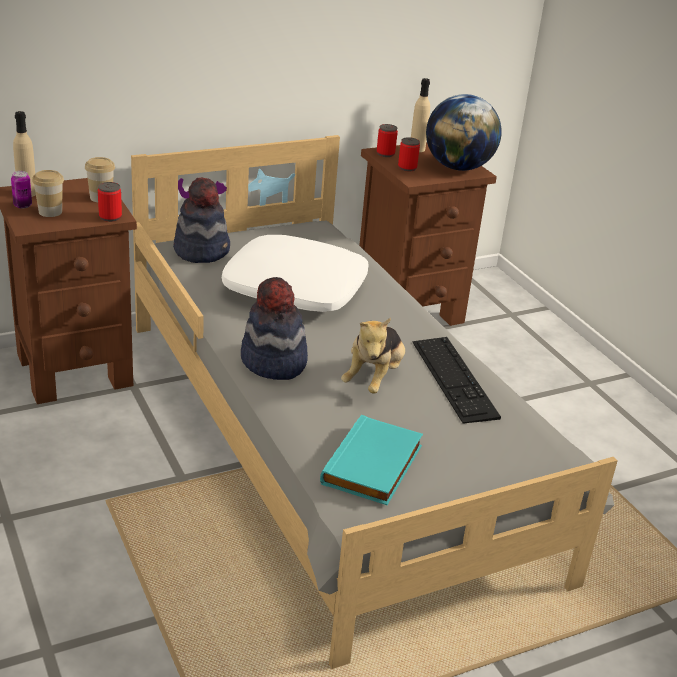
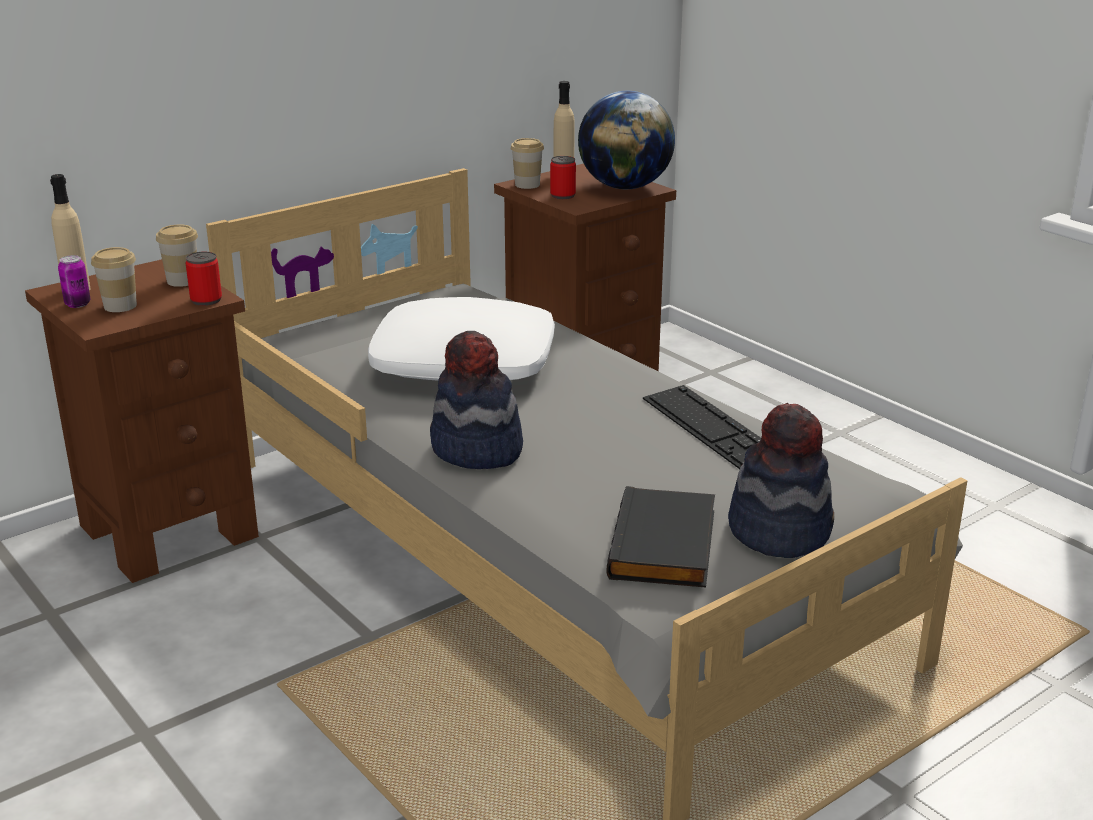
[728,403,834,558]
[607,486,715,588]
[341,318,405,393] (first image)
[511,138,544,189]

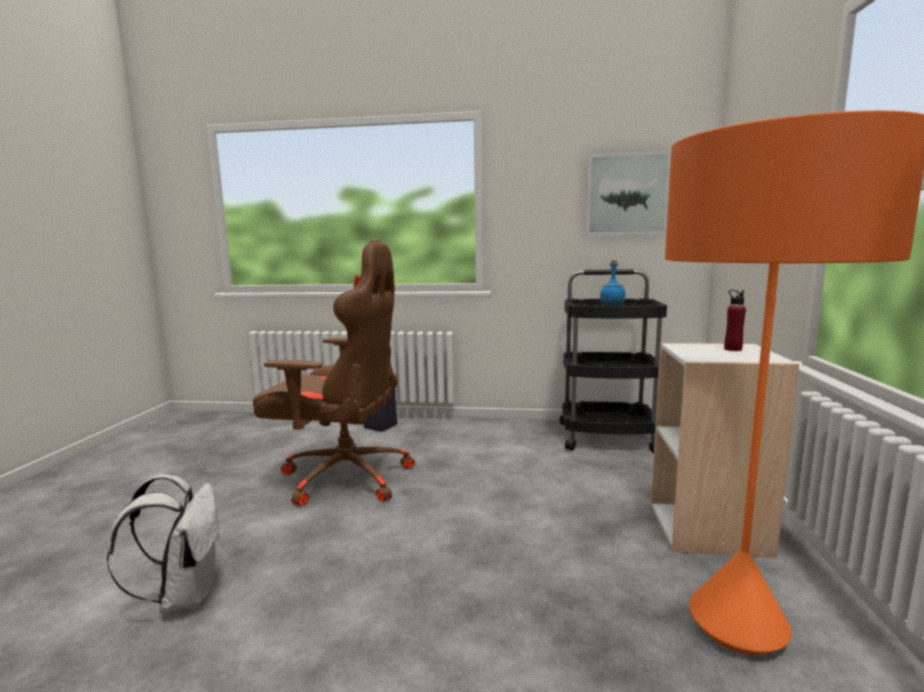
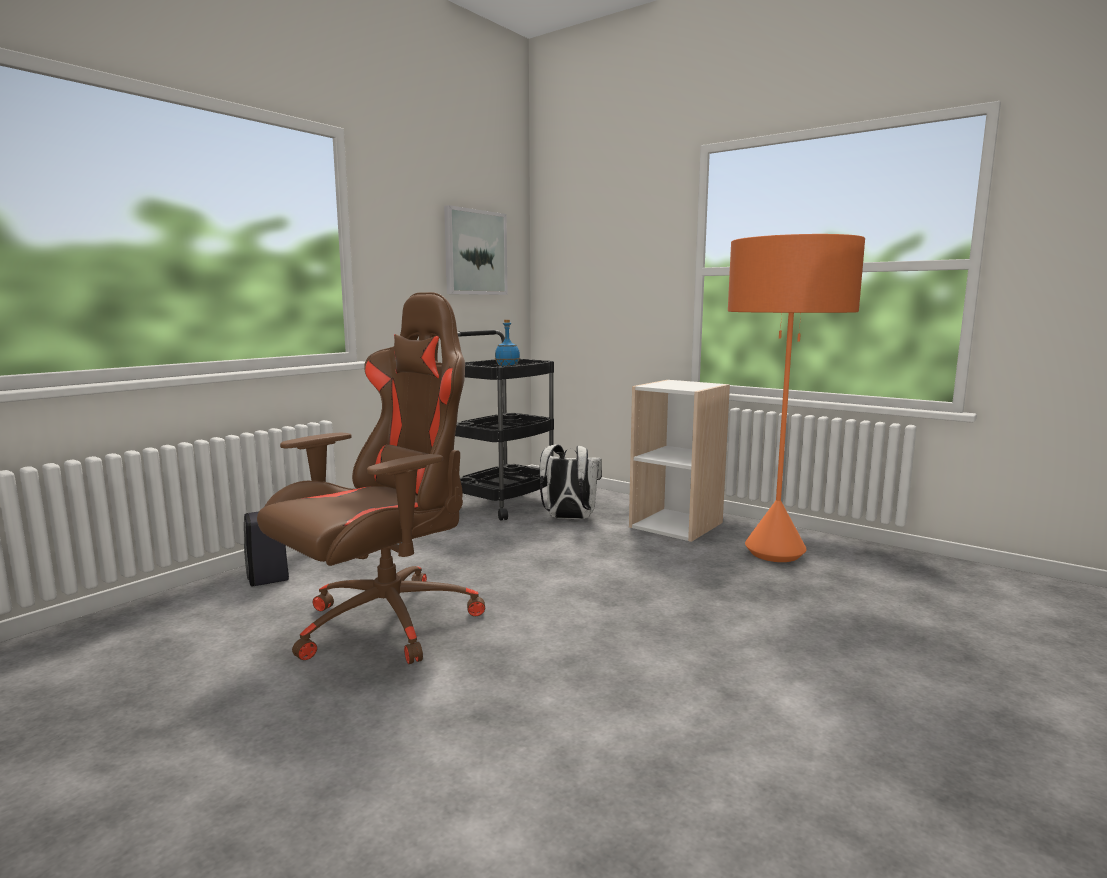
[539,444,602,519]
[724,290,746,351] (first image)

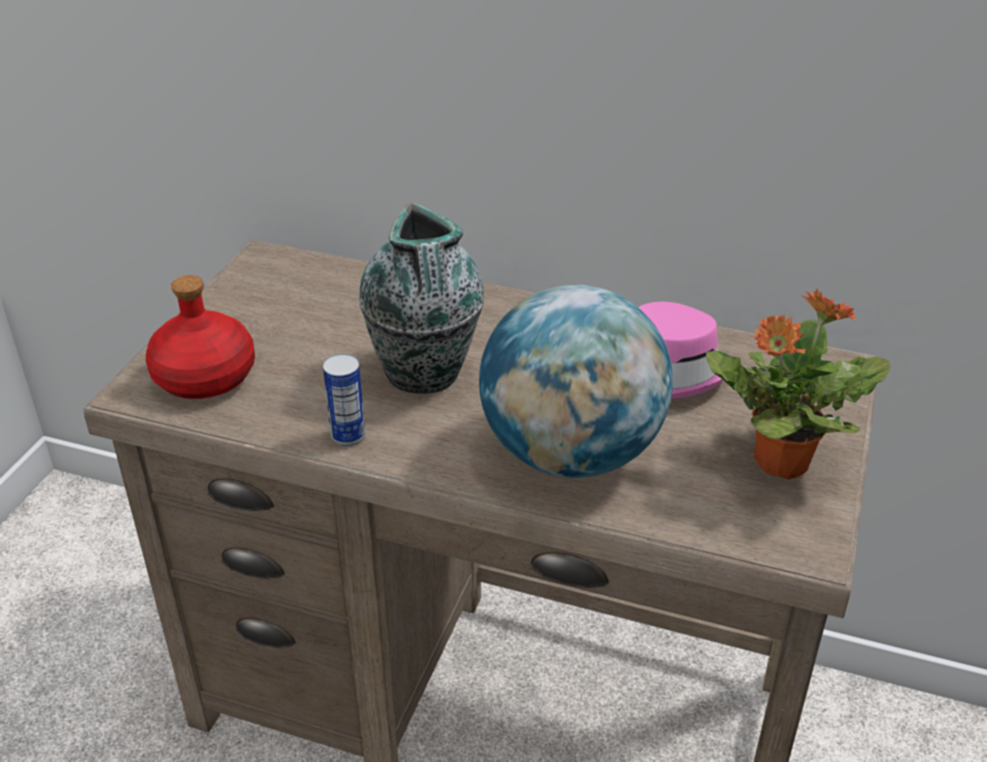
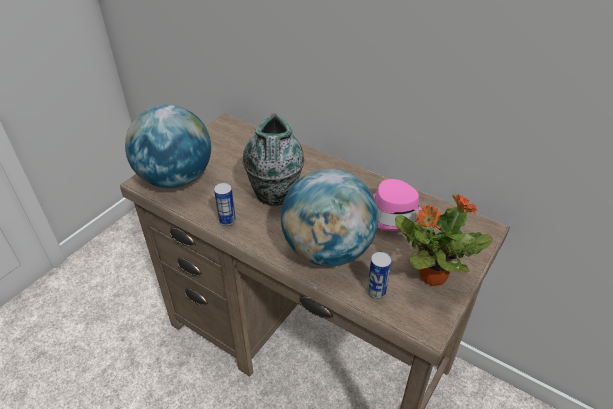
[125,105,211,188]
[367,252,391,299]

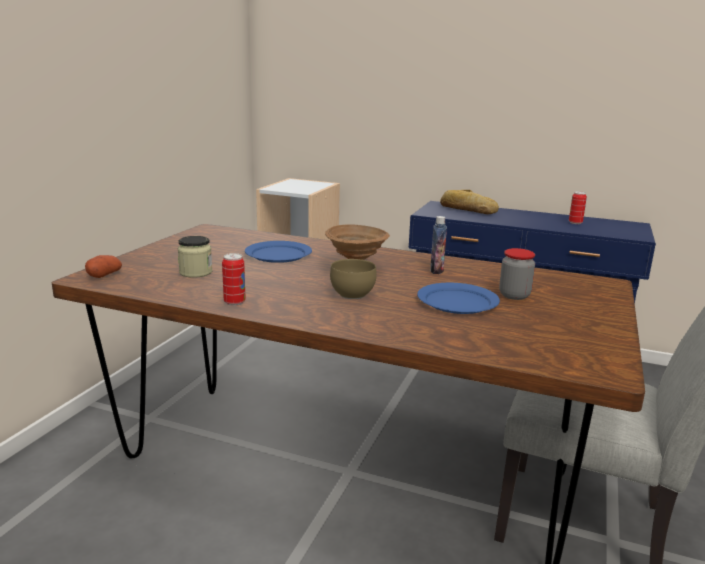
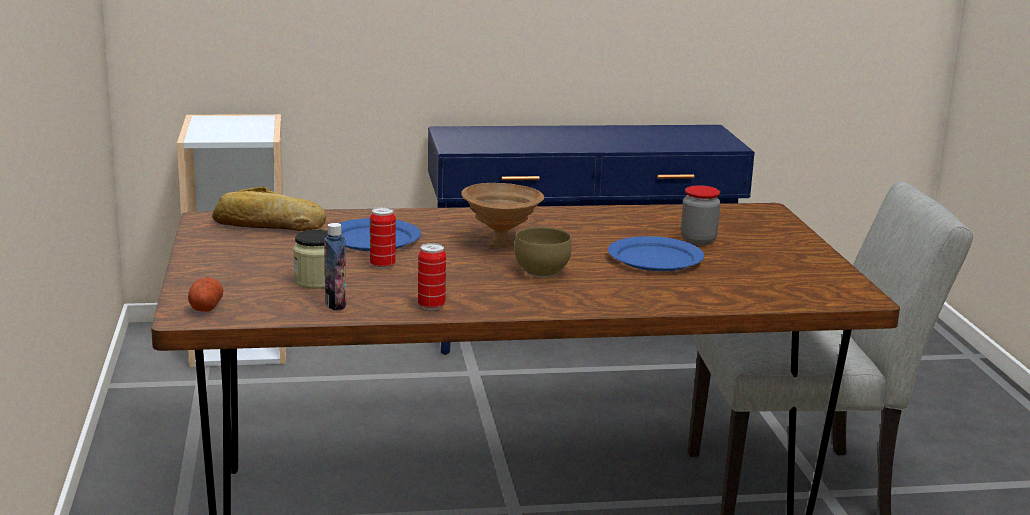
[324,223,346,310]
[212,187,326,231]
[370,207,396,269]

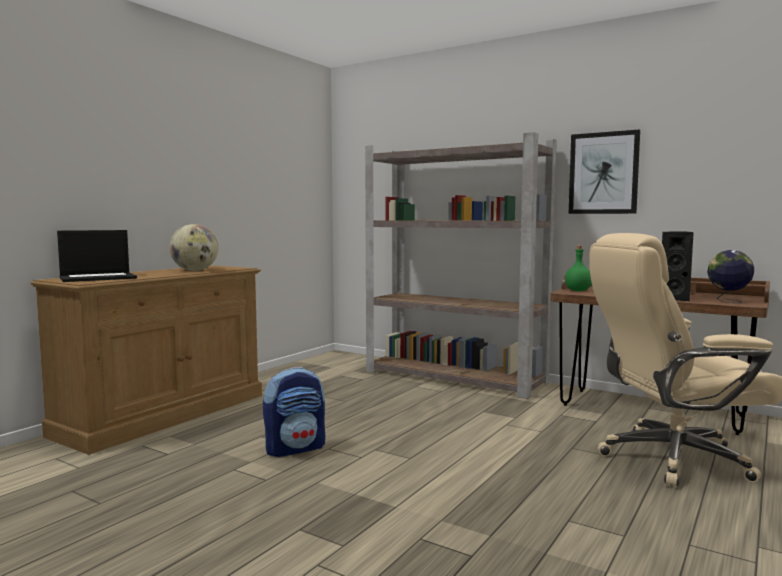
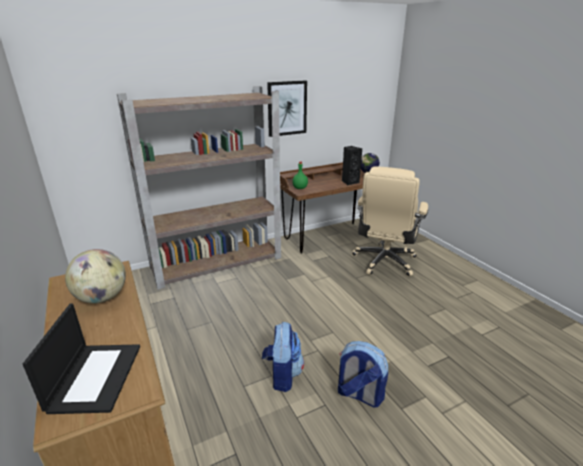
[338,341,388,408]

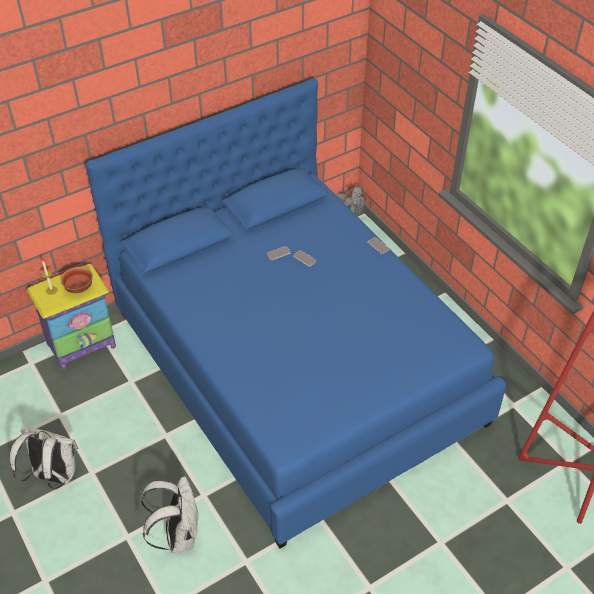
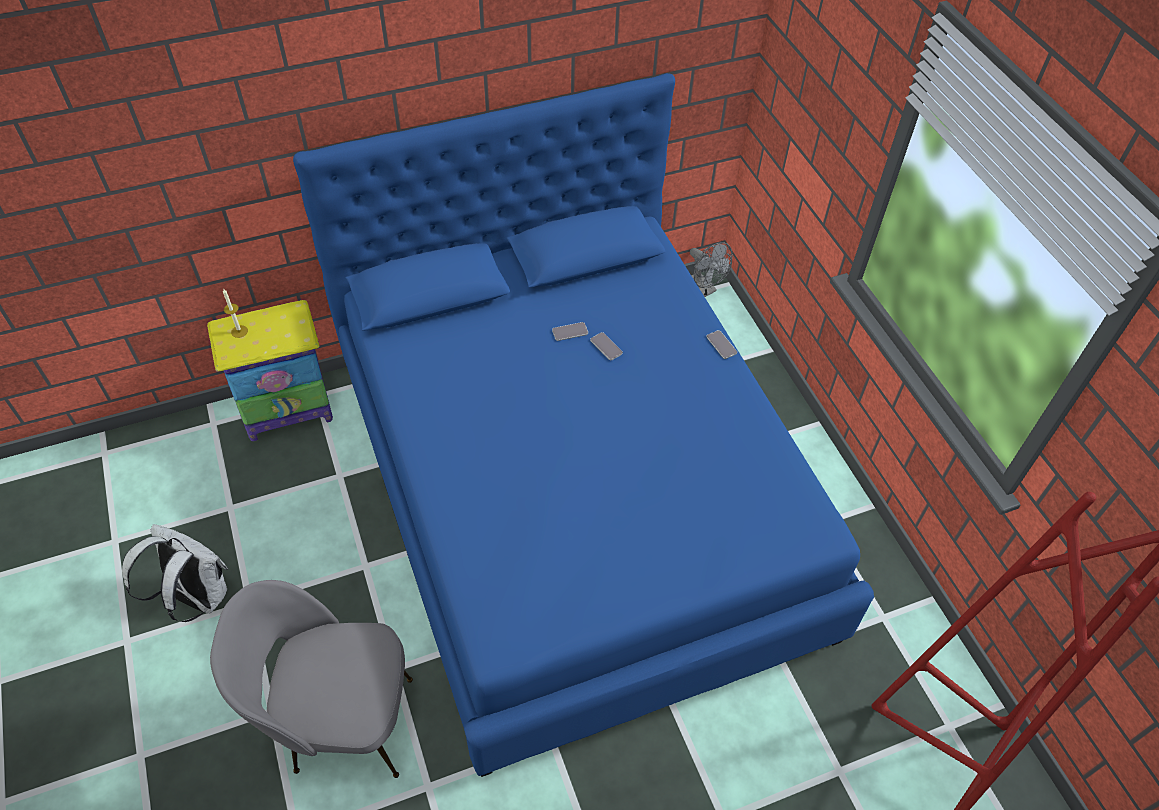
[61,267,93,293] (first image)
[210,580,413,778]

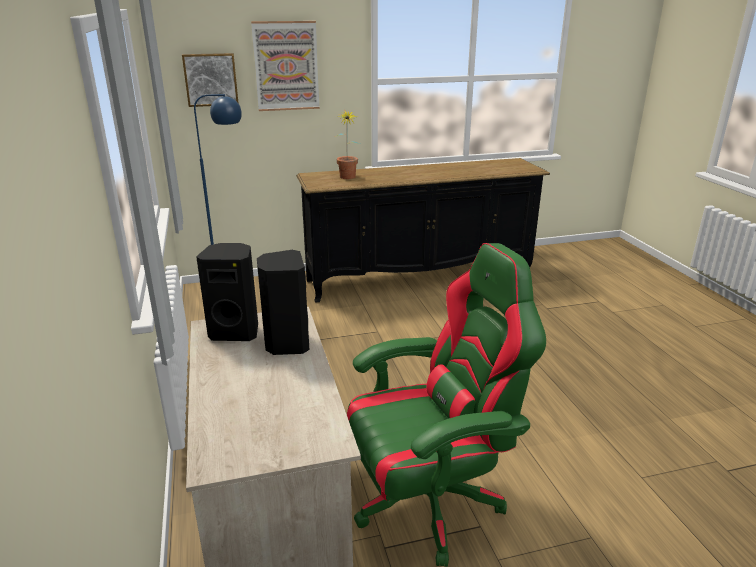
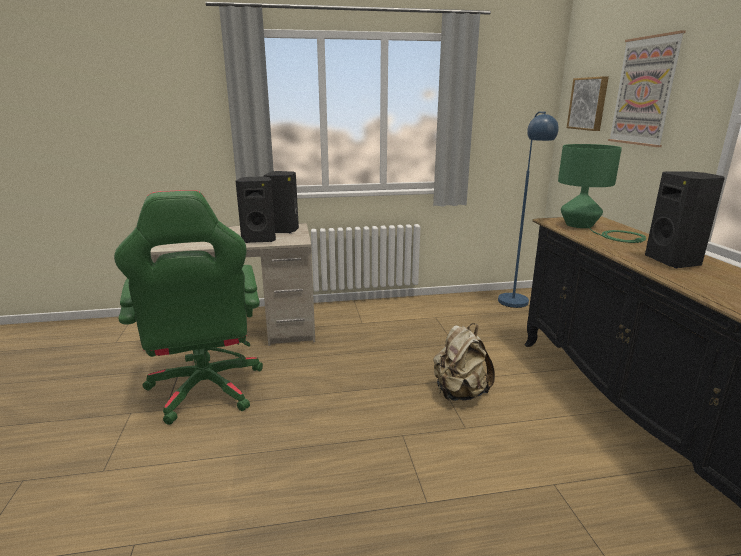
[558,144,646,243]
[433,323,495,401]
[645,171,725,268]

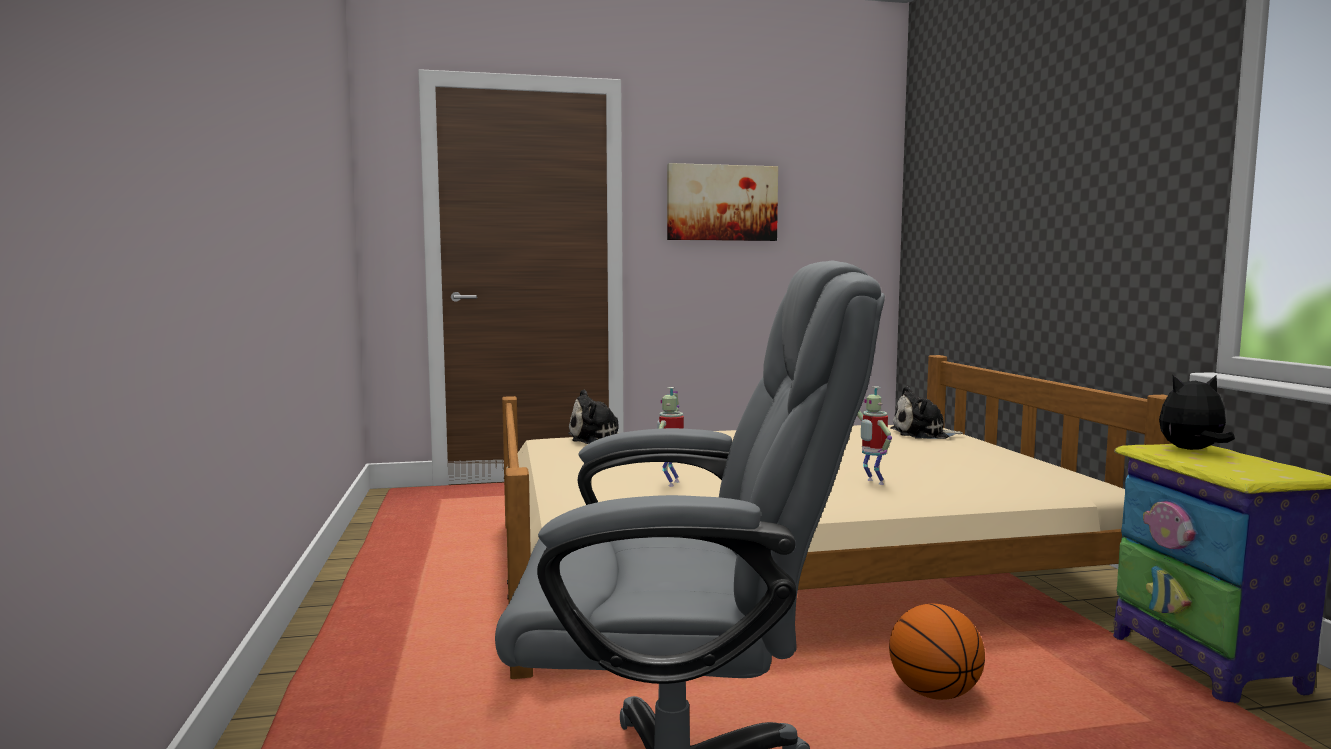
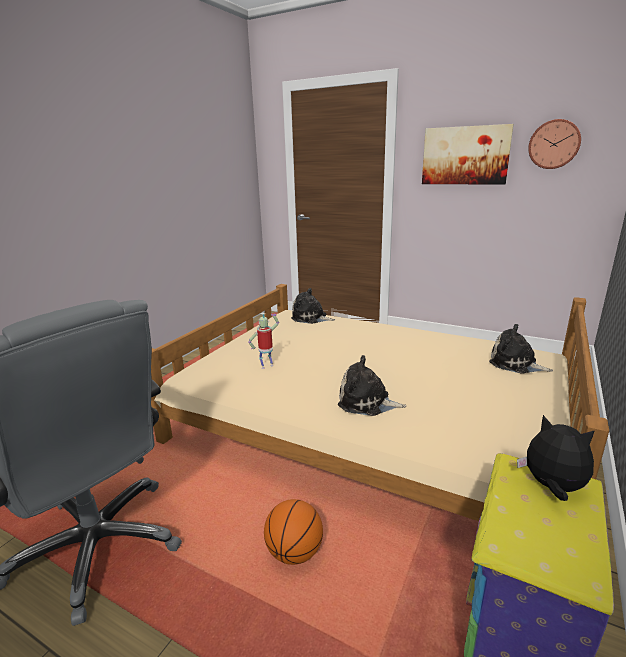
[338,355,406,416]
[528,119,581,169]

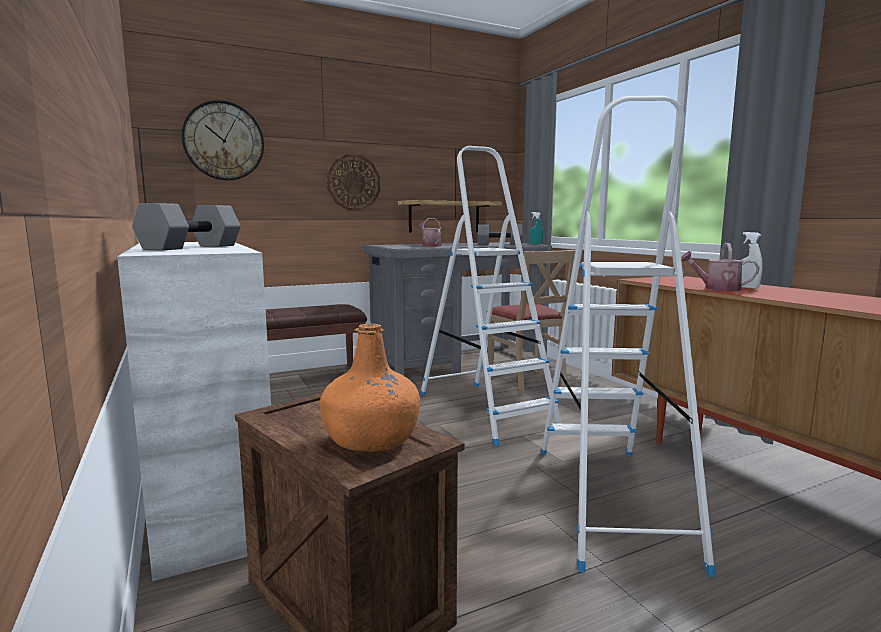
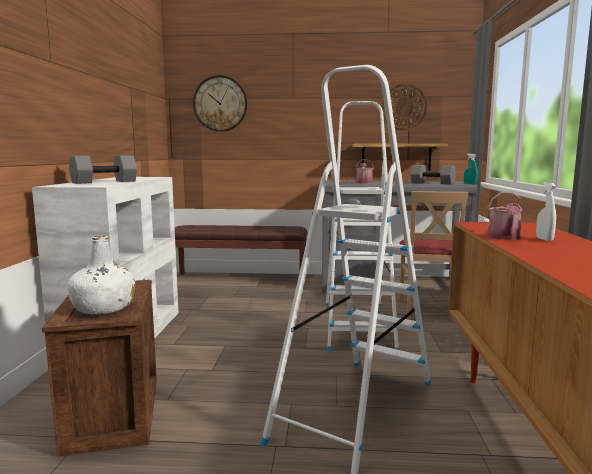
[67,235,136,314]
[382,84,427,130]
[487,192,525,240]

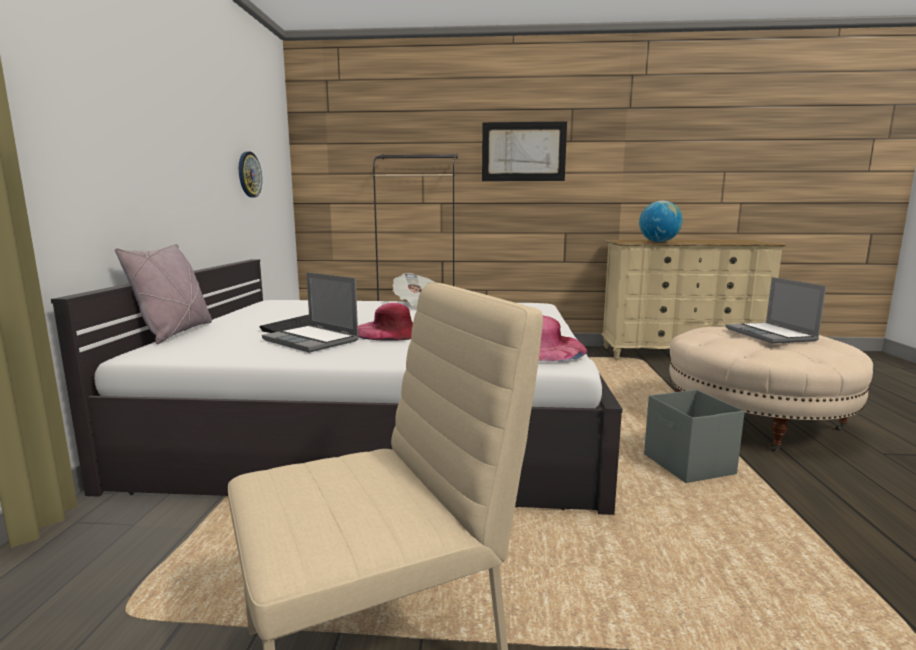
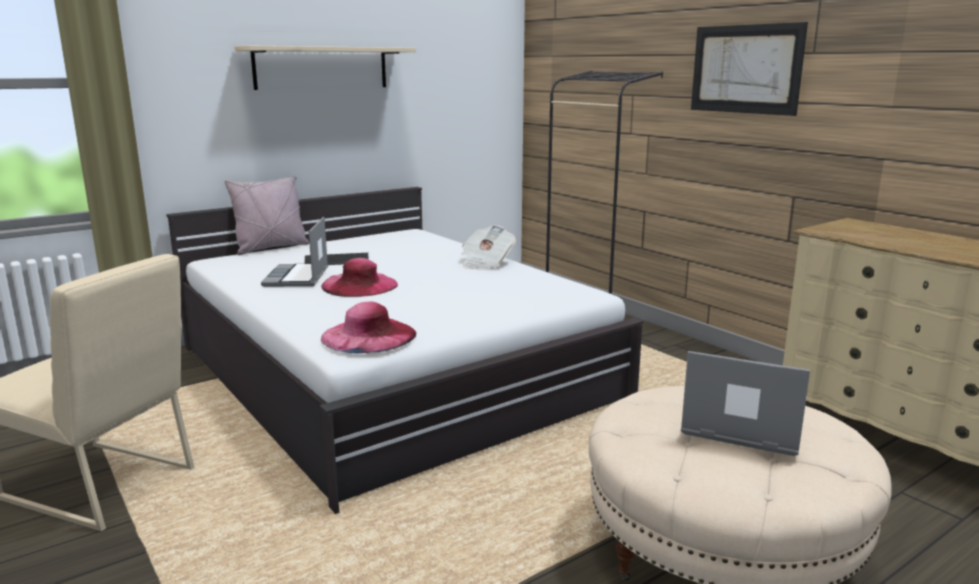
[239,151,262,197] (first image)
[639,201,683,242] (first image)
[644,390,745,483] (first image)
[681,351,810,456]
[234,45,416,90]

